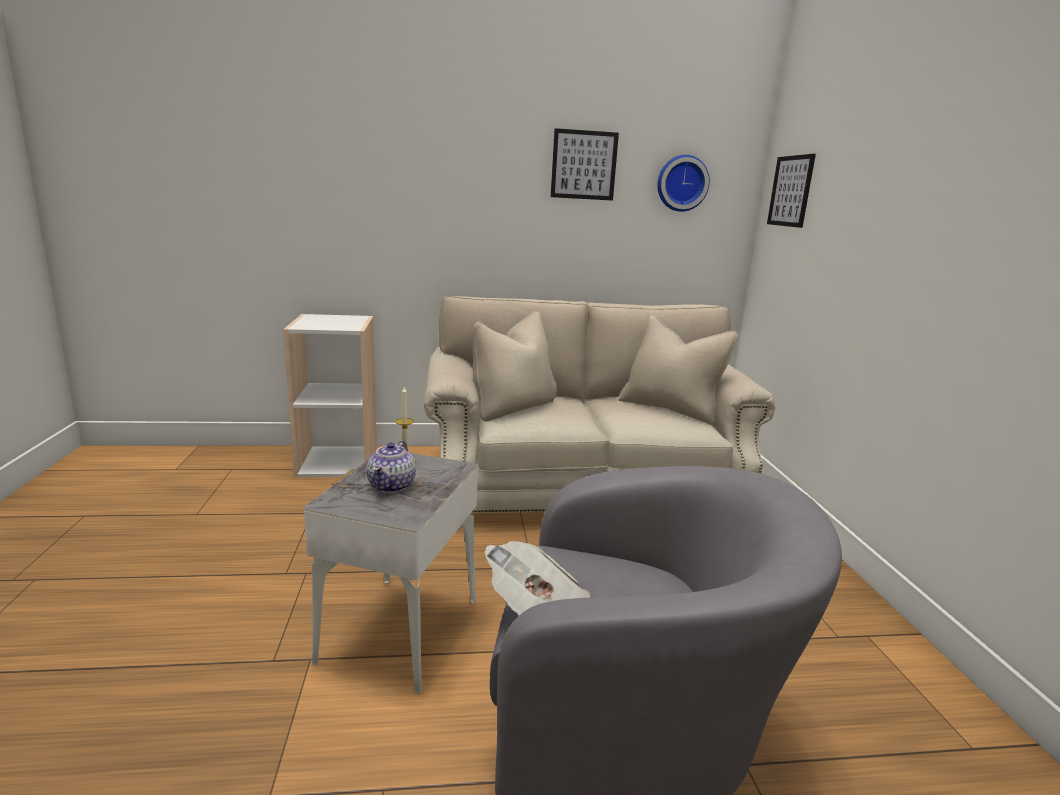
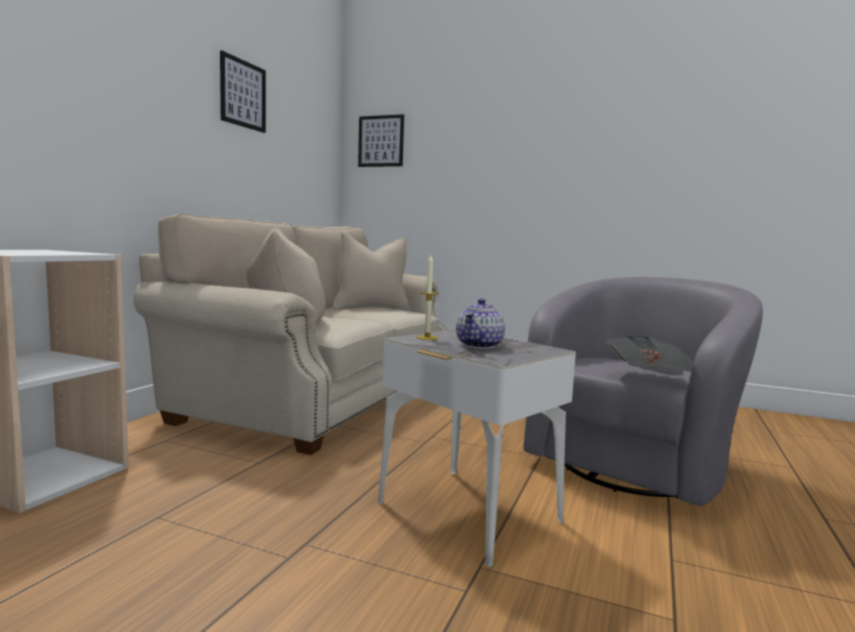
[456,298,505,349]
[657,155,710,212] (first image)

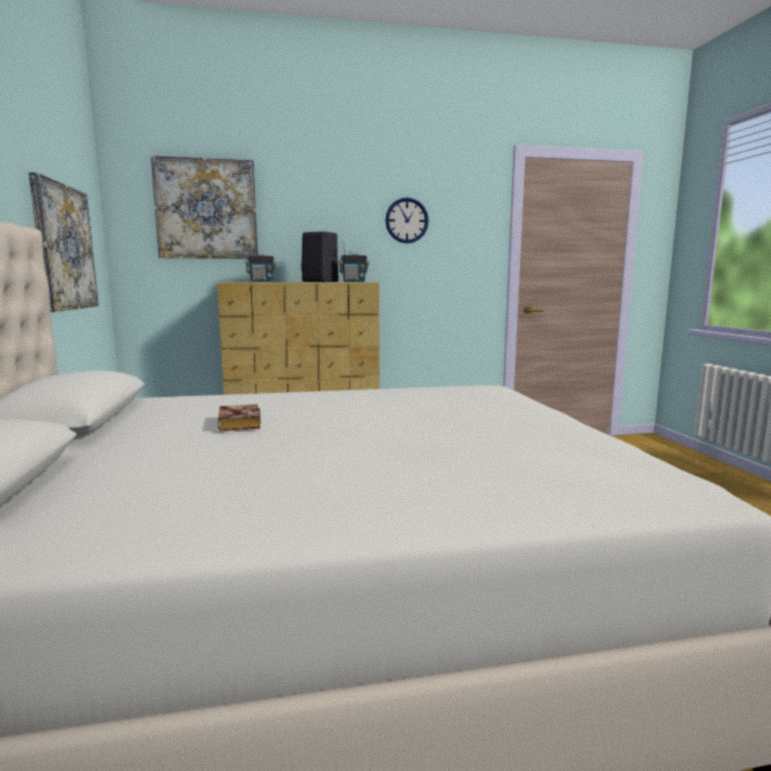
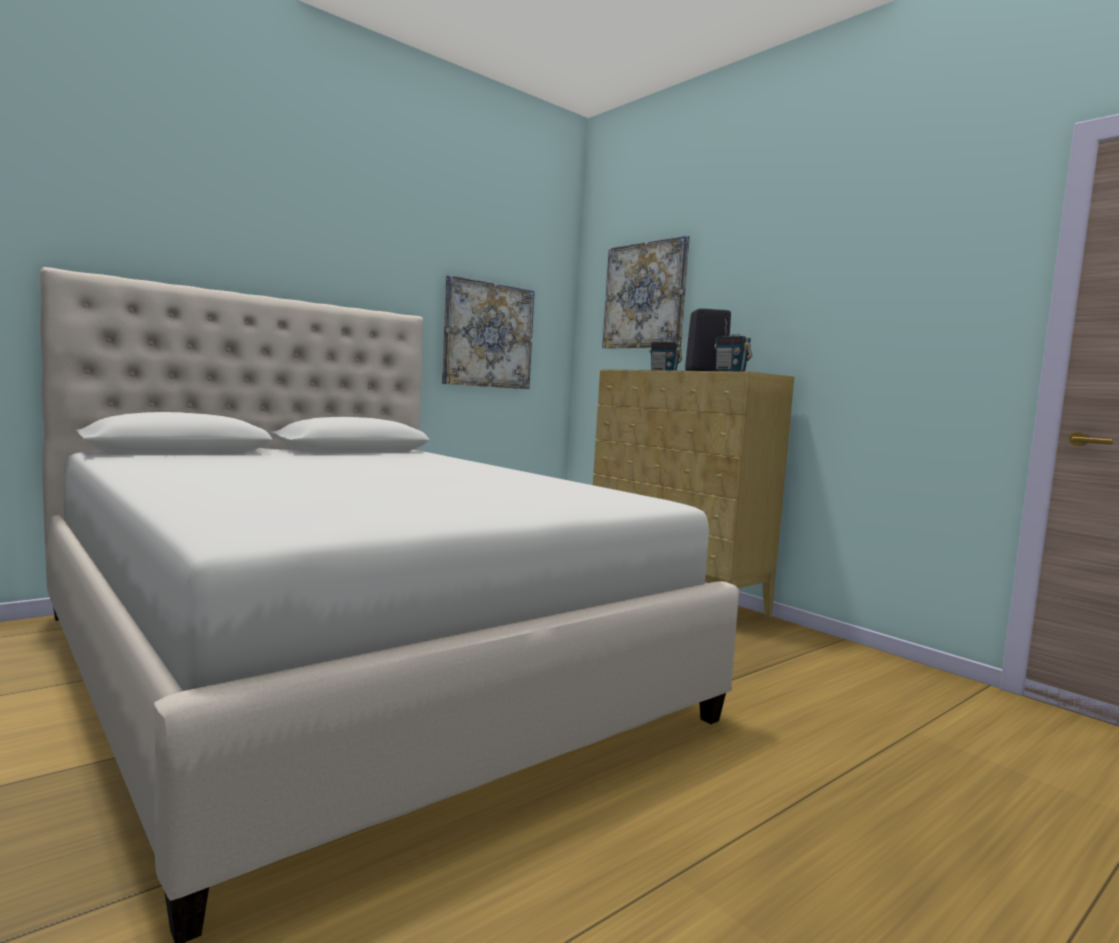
[218,404,261,431] (first image)
[385,197,429,243] (first image)

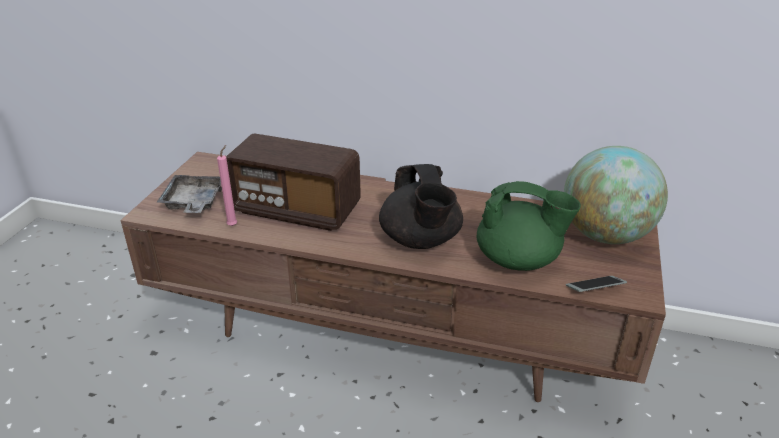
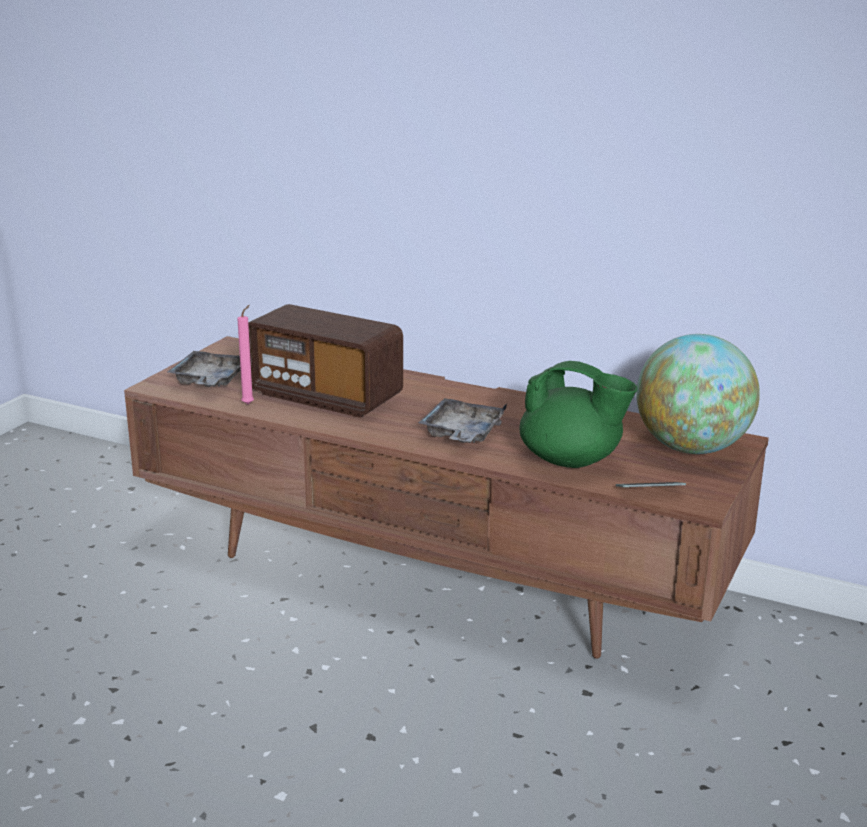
[418,398,507,443]

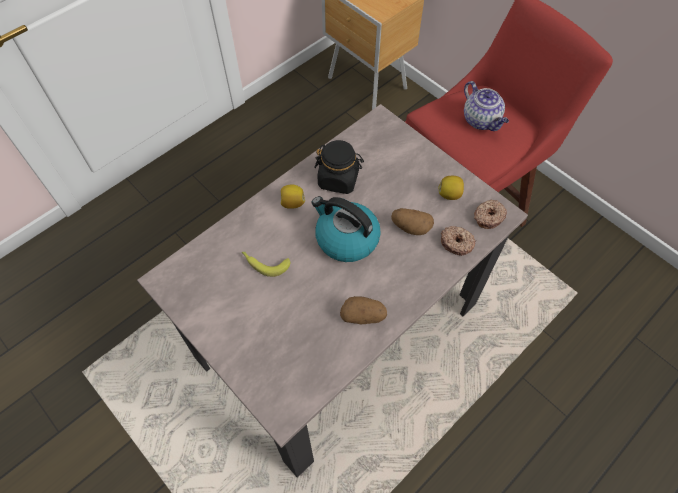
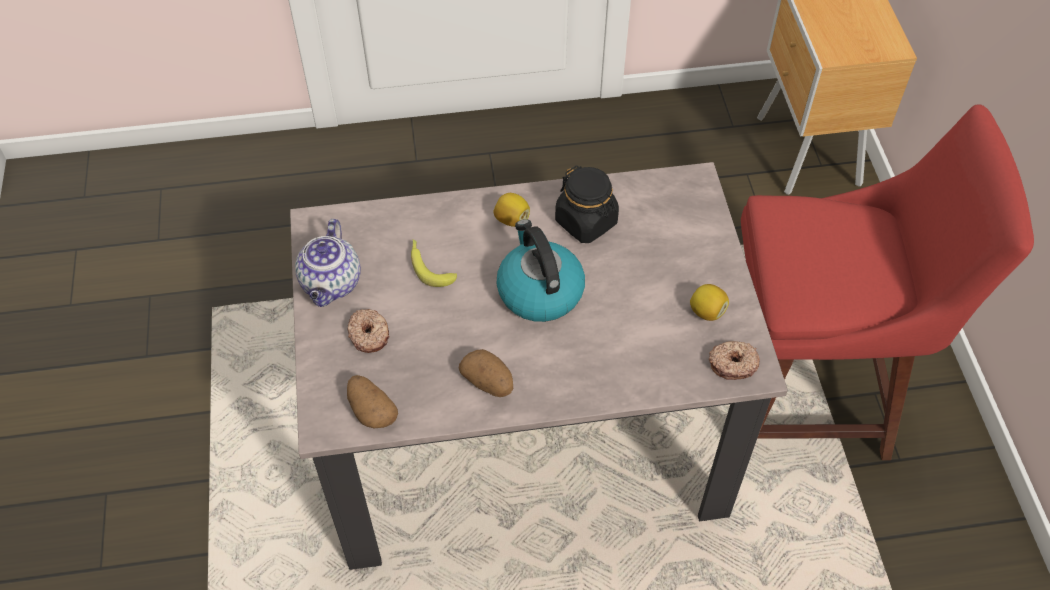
[347,375,398,428]
[348,309,389,353]
[295,219,361,307]

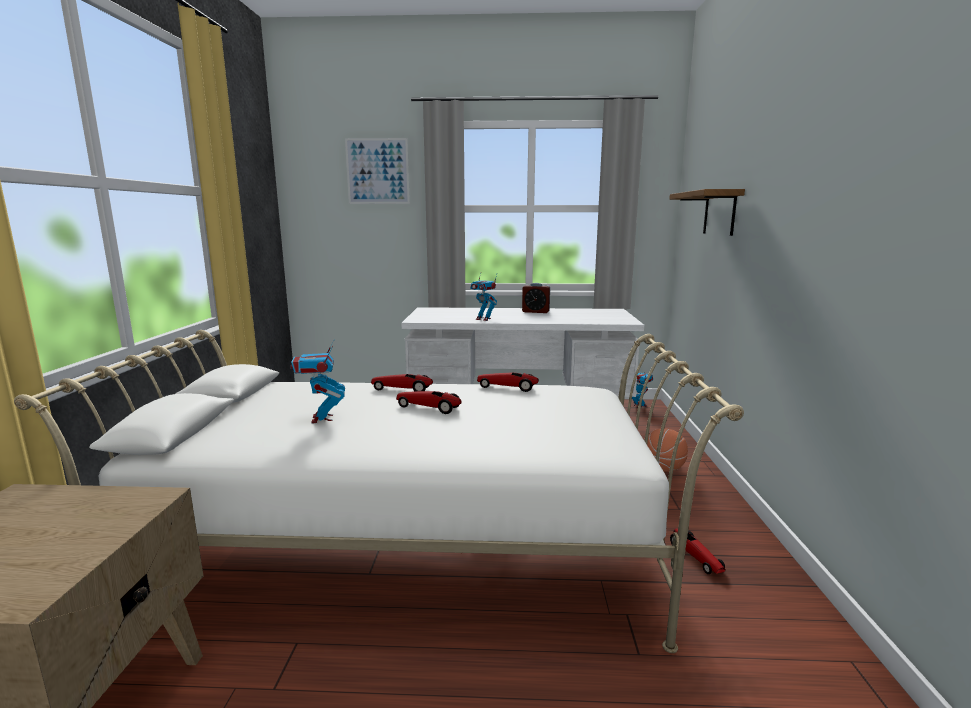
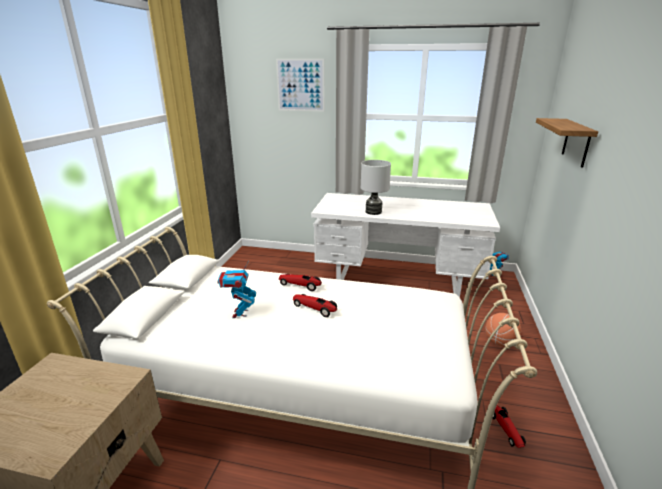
[361,160,391,215]
[477,372,539,392] (first image)
[522,283,550,313] (first image)

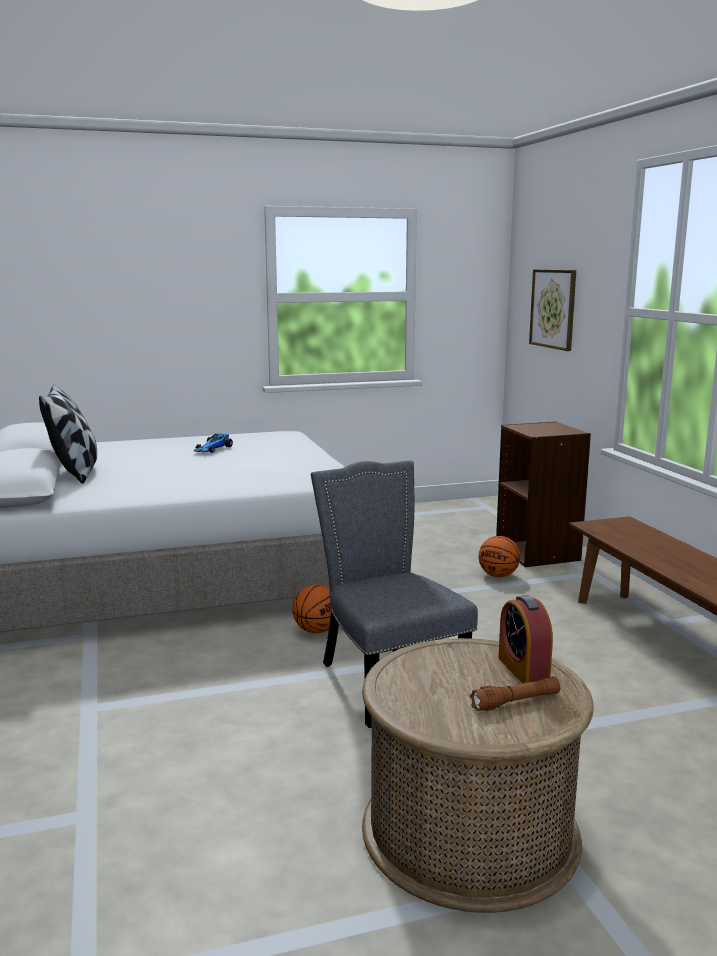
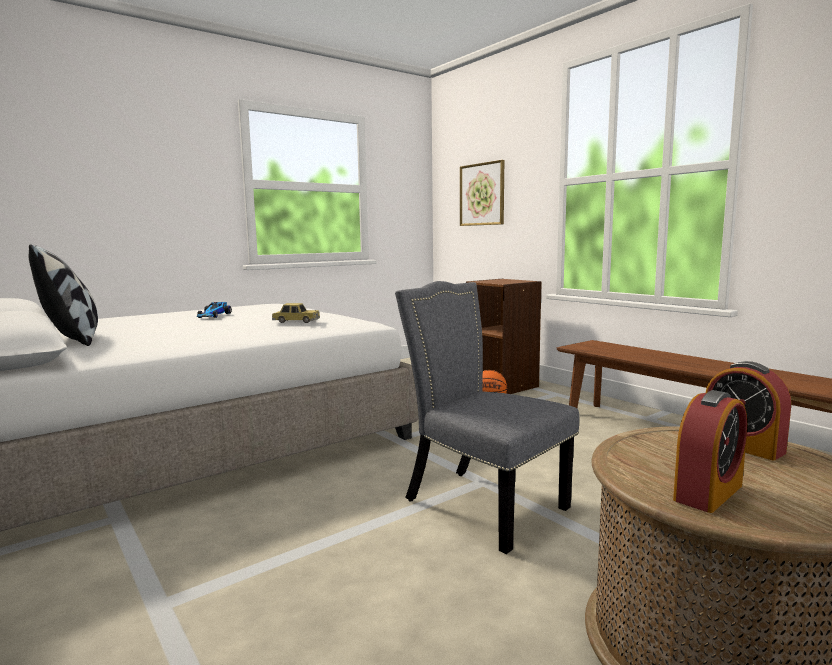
[292,584,331,633] (first image)
[470,676,560,711] (first image)
[272,303,320,323]
[673,390,747,513]

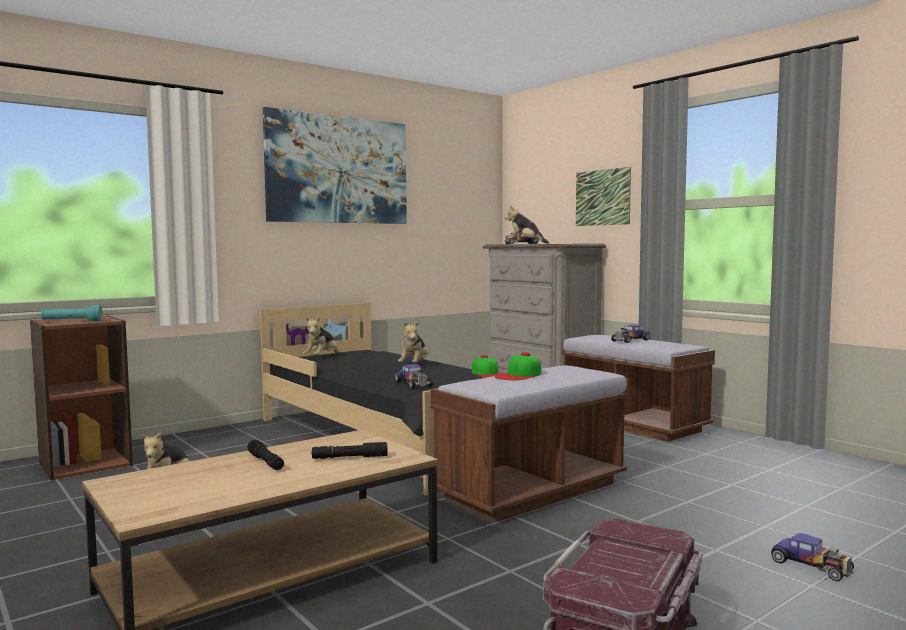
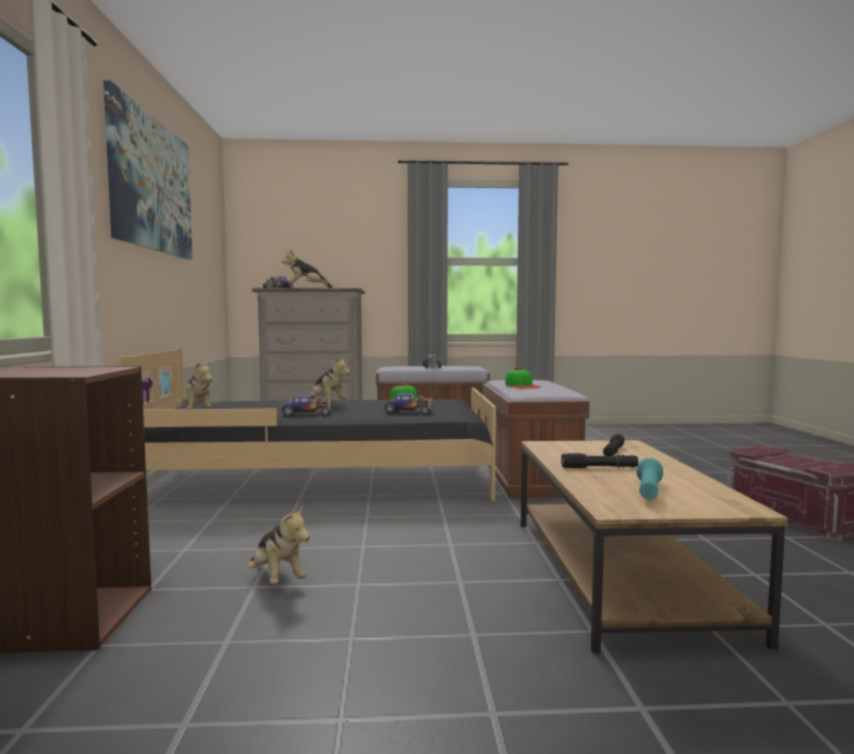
[637,458,663,500]
[576,167,631,226] (first image)
[282,395,332,416]

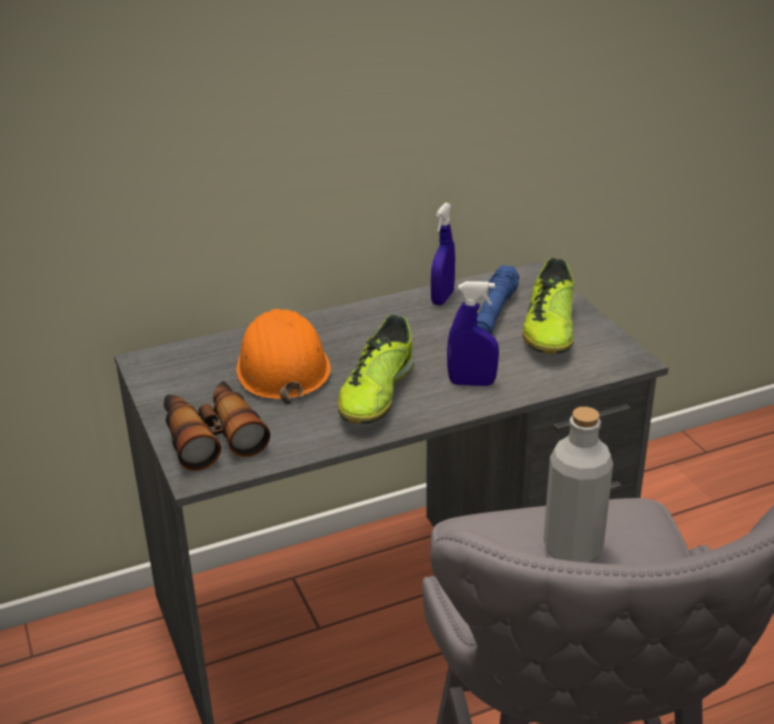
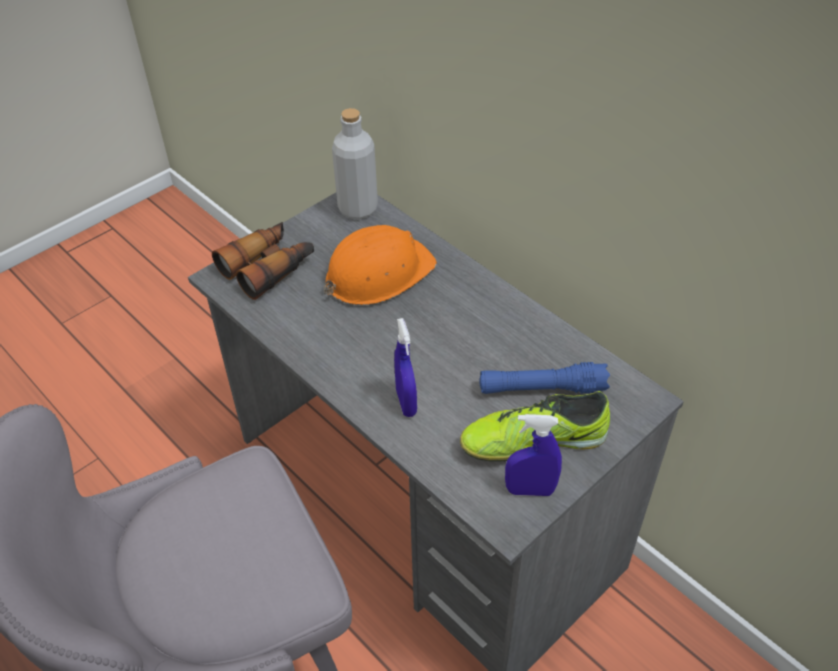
[338,315,414,424] (first image)
[505,414,562,496]
[332,108,378,219]

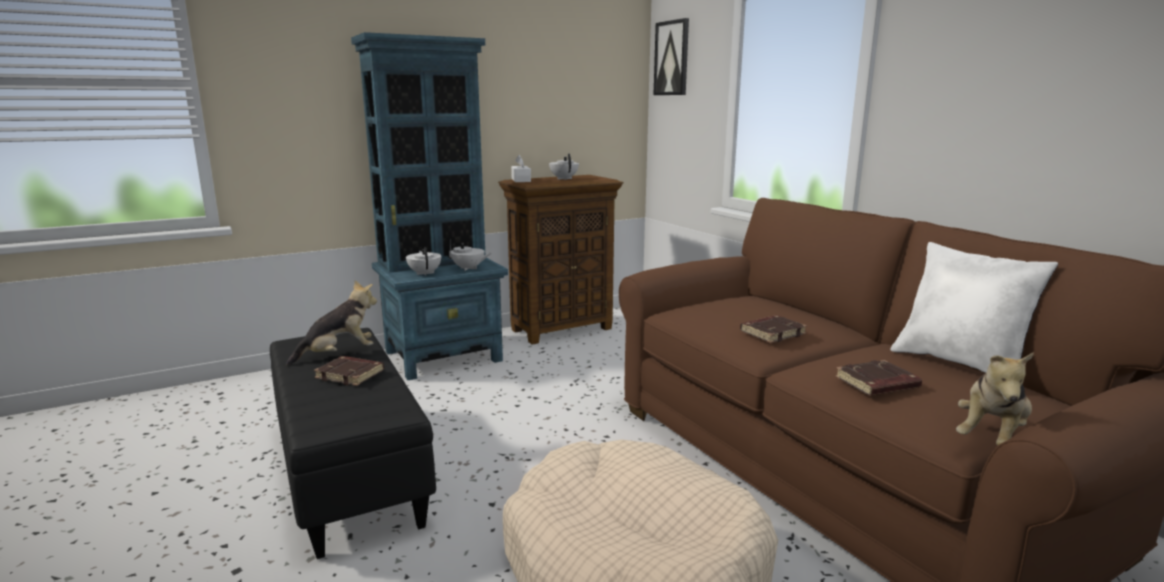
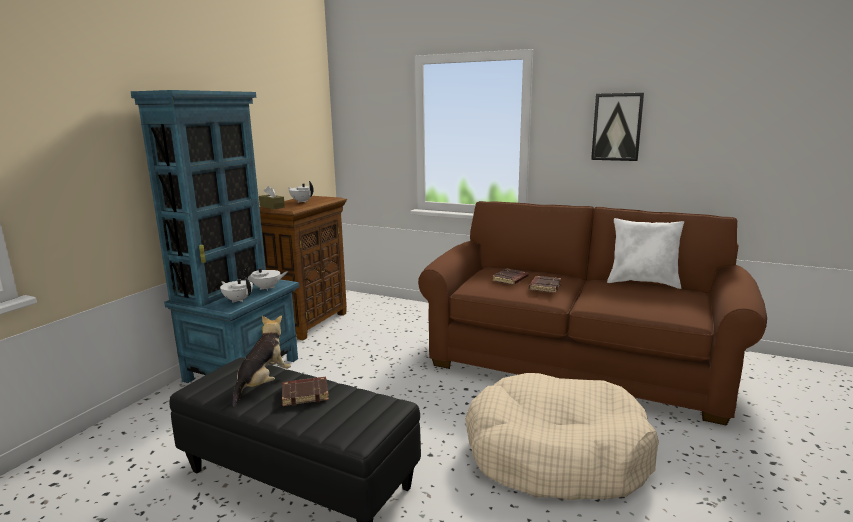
[259,186,285,209]
[591,93,644,161]
[492,268,528,285]
[956,352,1034,446] (first image)

